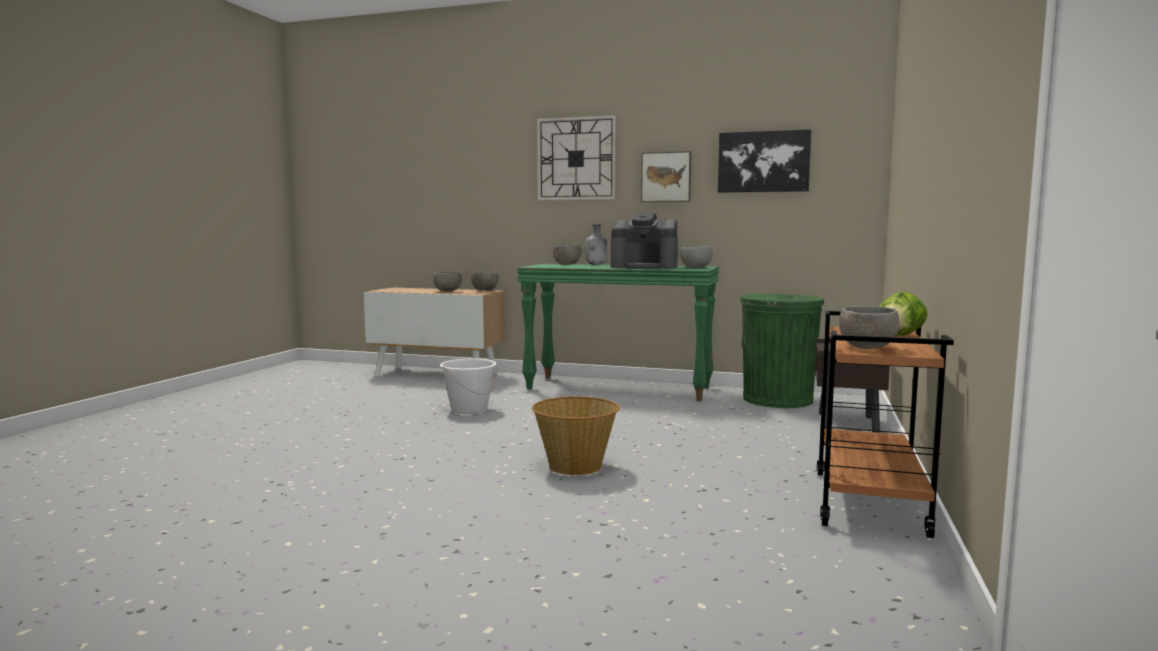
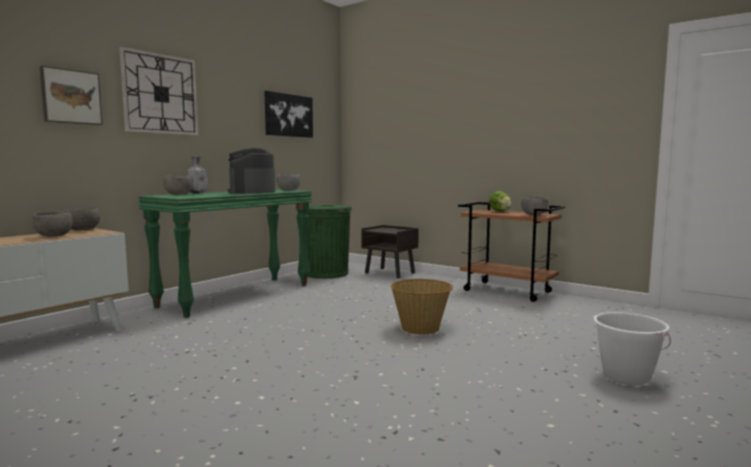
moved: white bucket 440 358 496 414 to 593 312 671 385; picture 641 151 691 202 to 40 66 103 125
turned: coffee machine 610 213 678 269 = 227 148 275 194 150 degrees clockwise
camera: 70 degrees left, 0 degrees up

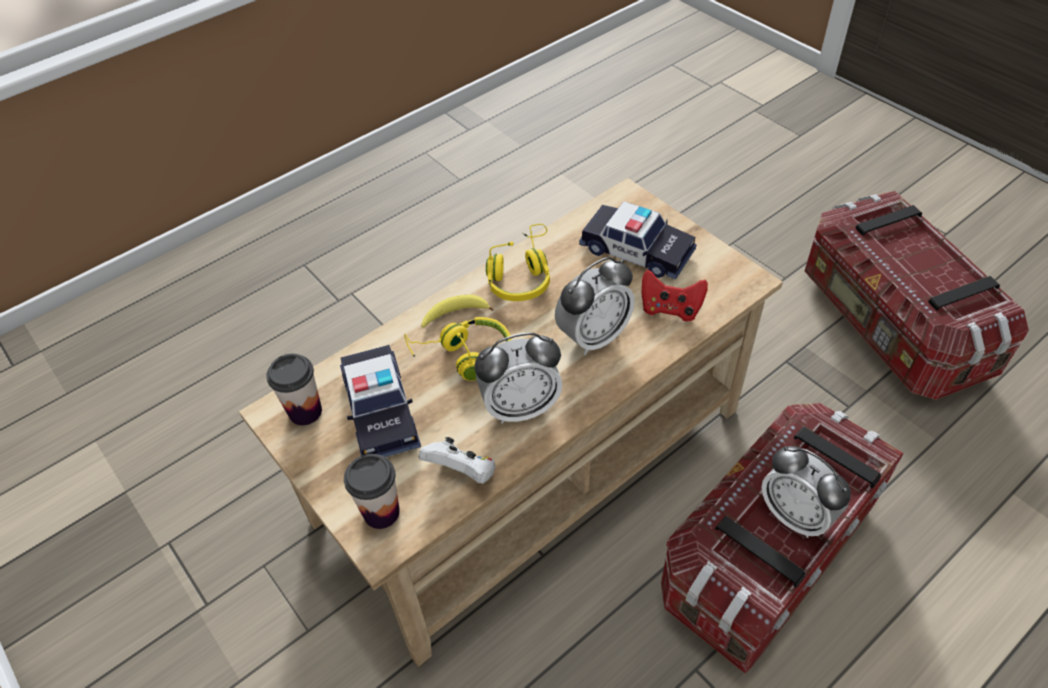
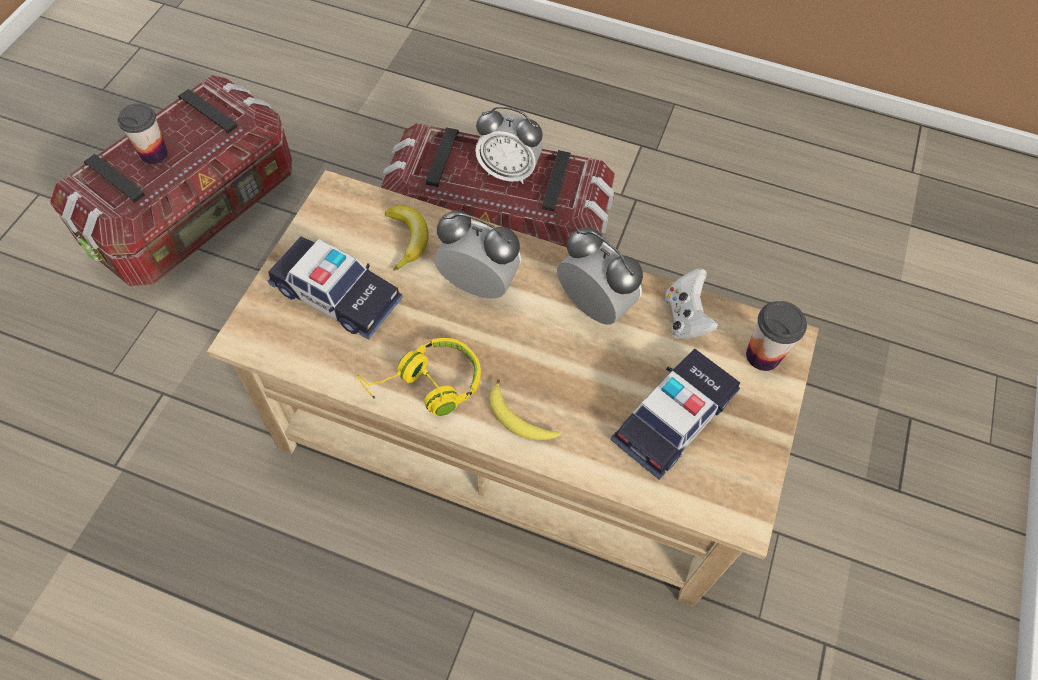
removed: yellow headphones 404 317 512 381
moved: cup 266 354 322 425 to 118 104 168 164
replaced: red game controller 642 270 708 322 to banana 385 205 429 271
turned: toy car 579 201 697 279 = 267 236 402 340 120 degrees clockwise; alarm clock 761 446 851 538 = 475 106 543 184 90 degrees clockwise
camera: 125 degrees left, 10 degrees up

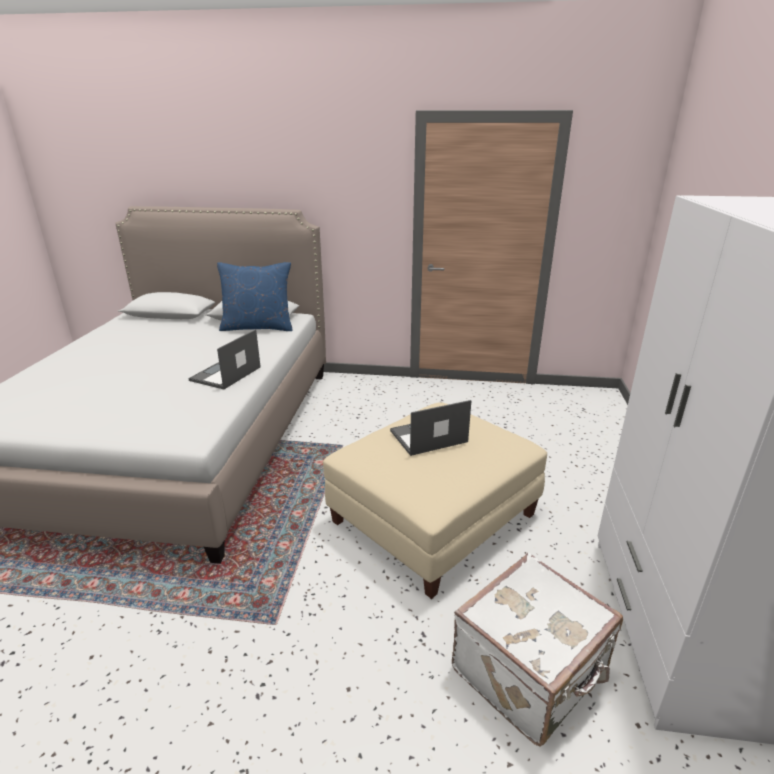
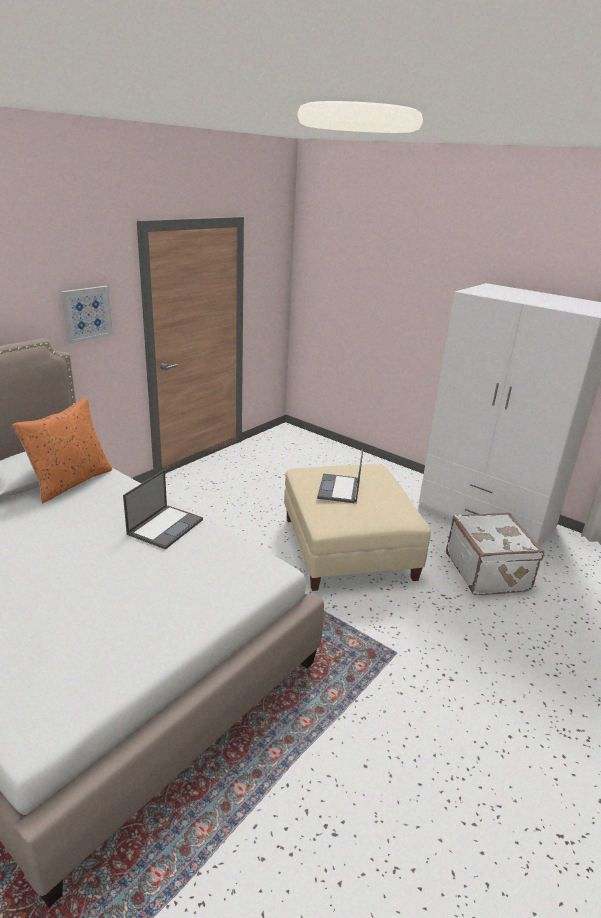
added: picture 61 286 113 344
recoloured: blue pillow 217 262 293 331 to orange pillow 12 398 112 504
turned: laptop 189 329 261 389 = 123 470 203 550 120 degrees counterclockwise
camera: 60 degrees left, 0 degrees up

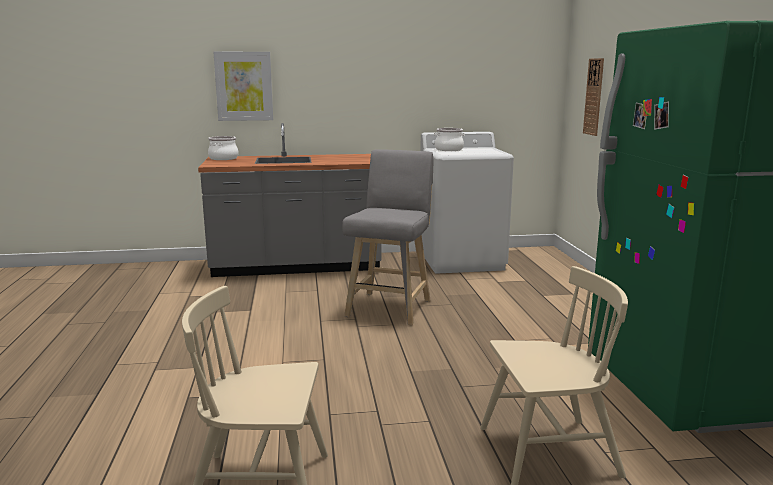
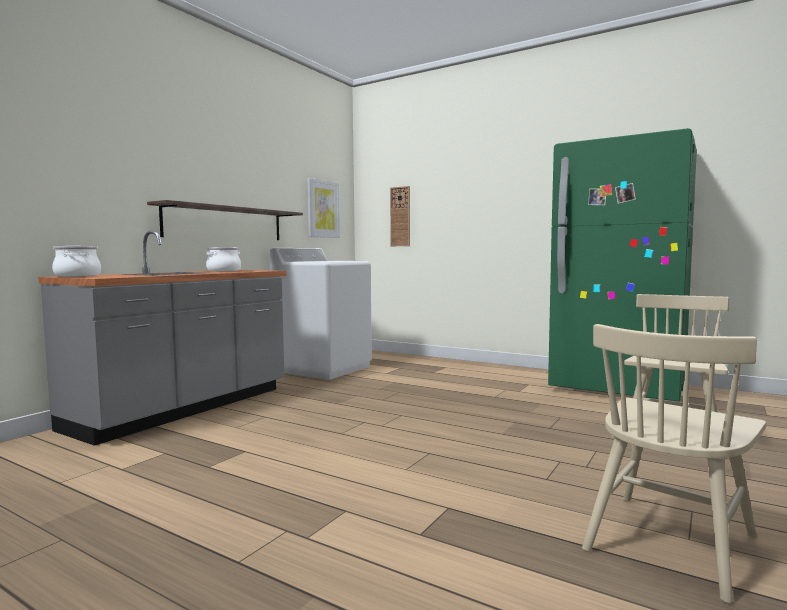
removed: grey stool 342 149 433 325
added: shelf 147 200 303 240
moved: picture 213 52 273 121 to 307 178 340 238; cooking pot 434 128 465 151 to 206 247 241 272
camera: 50 degrees left, 10 degrees down

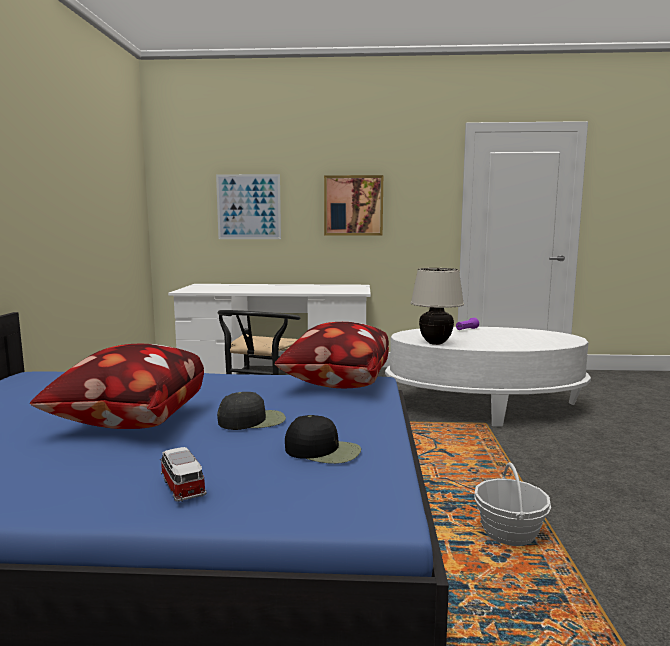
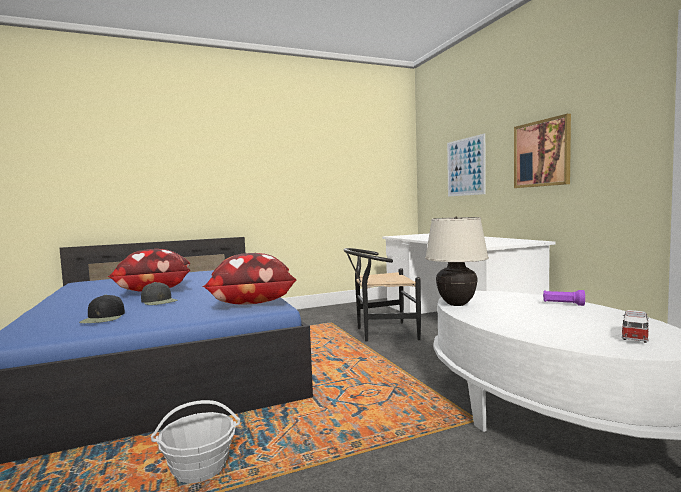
moved: toy car 160 447 207 502 to 622 310 649 343
camera: 65 degrees right, 5 degrees down

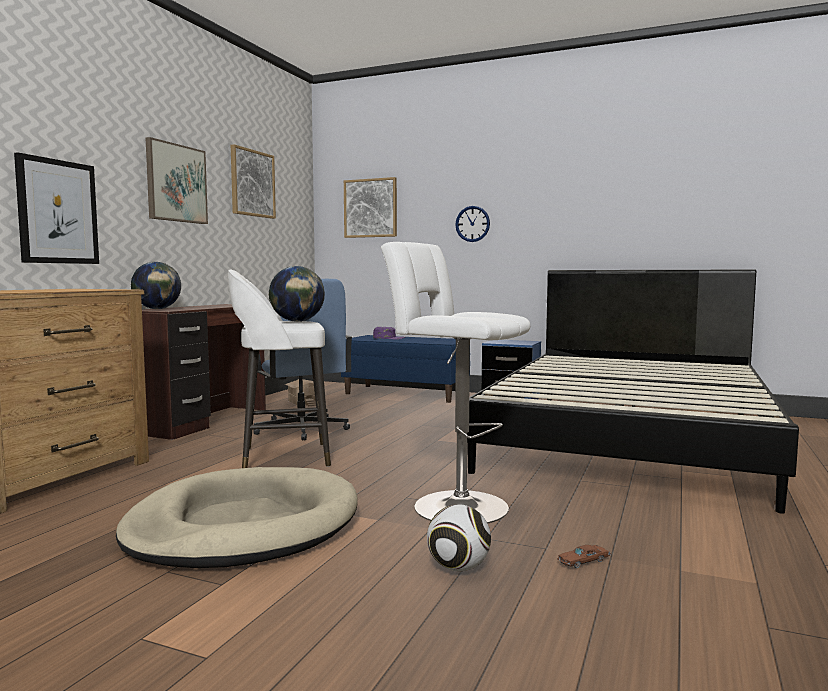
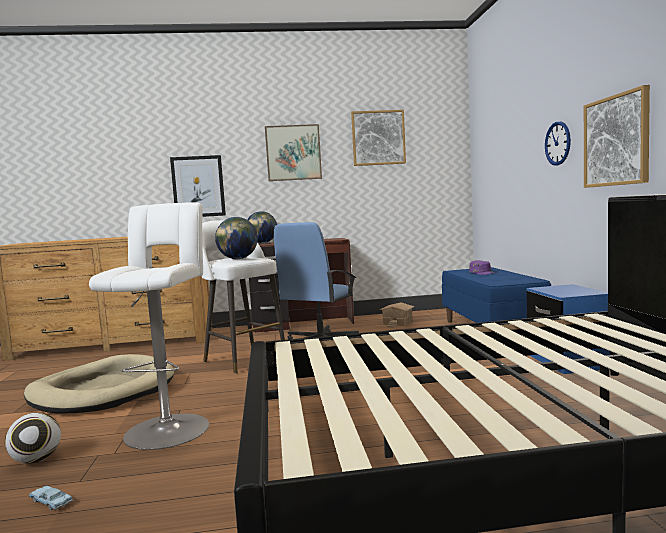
moved: picture 344 177 397 238 to 584 85 650 188
recoloured: brown toy car 557 545 611 568 to blue toy car 29 486 73 510
camera: 60 degrees right, 0 degrees up

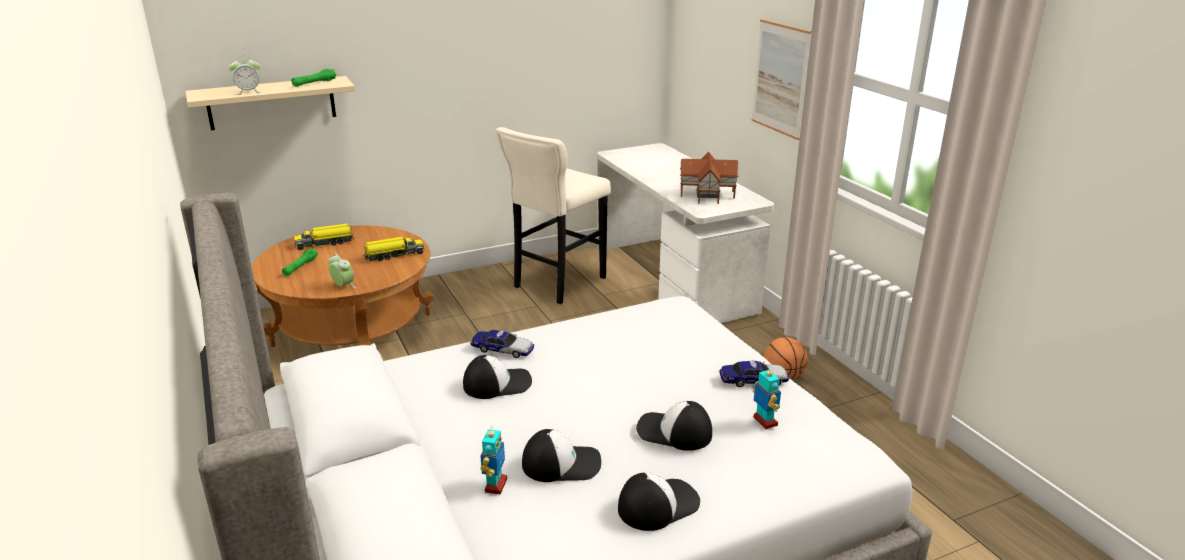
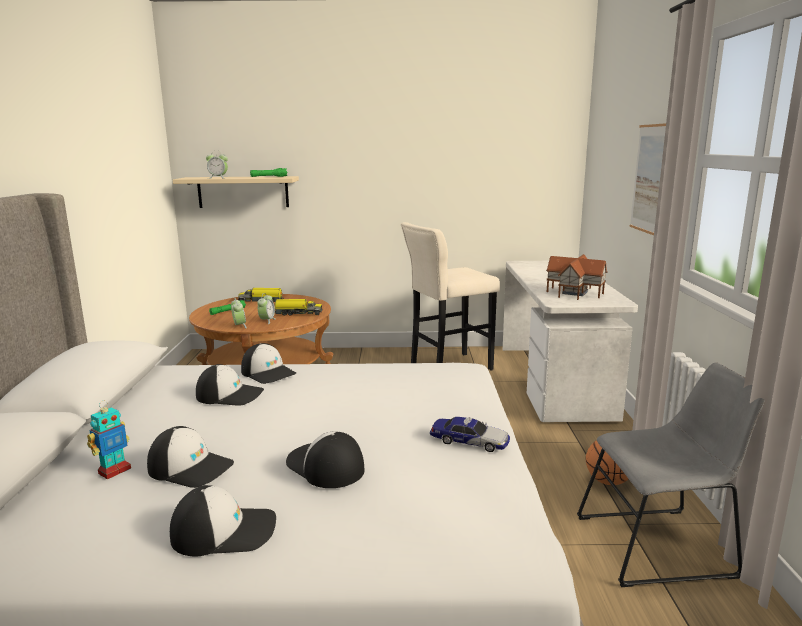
removed: toy robot 753 365 781 429
added: alarm clock 257 293 276 324; grey chair 577 362 765 587
replaced: toy car 470 330 534 358 to cap 241 343 296 384
camera: 25 degrees right, 10 degrees down

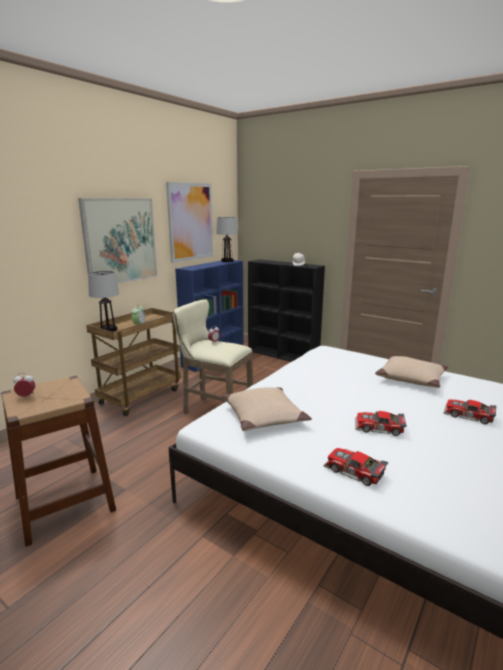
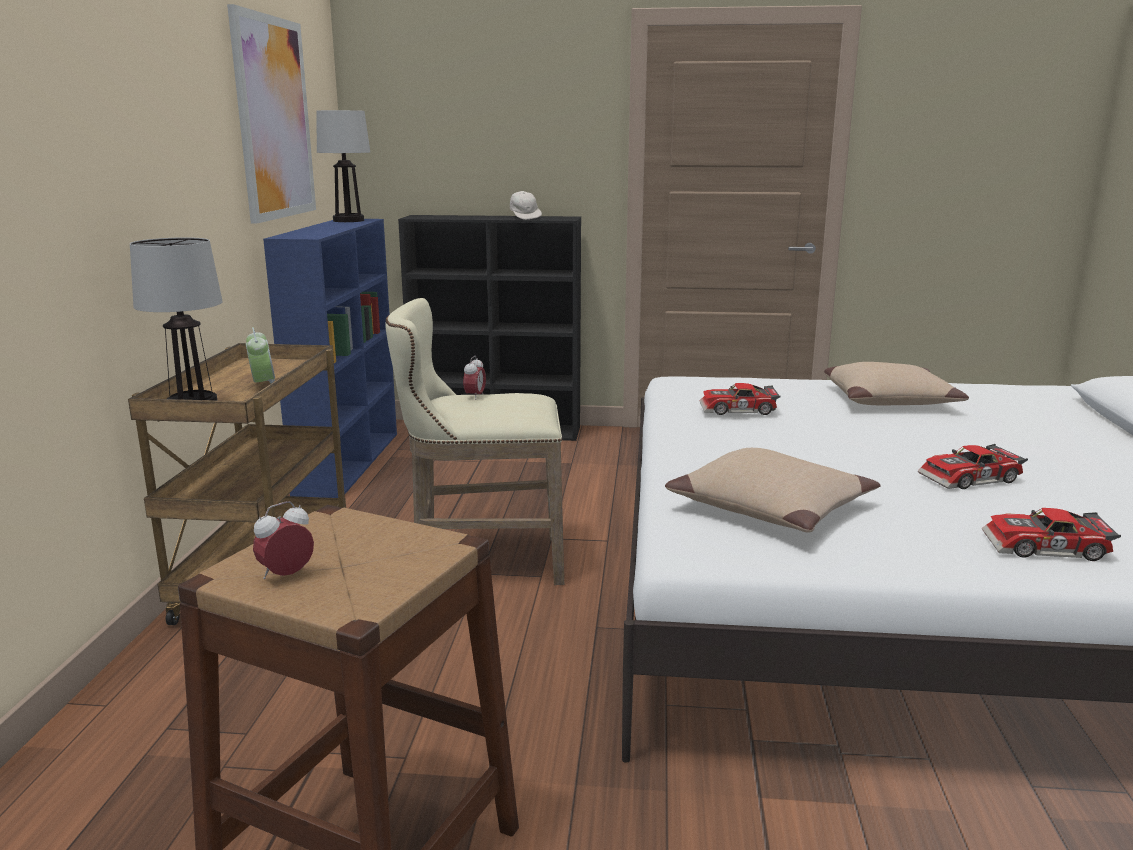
removed: picture 78 198 157 284
moved: toy car 444 399 496 424 to 699 383 781 415
camera: 30 degrees left, 0 degrees up

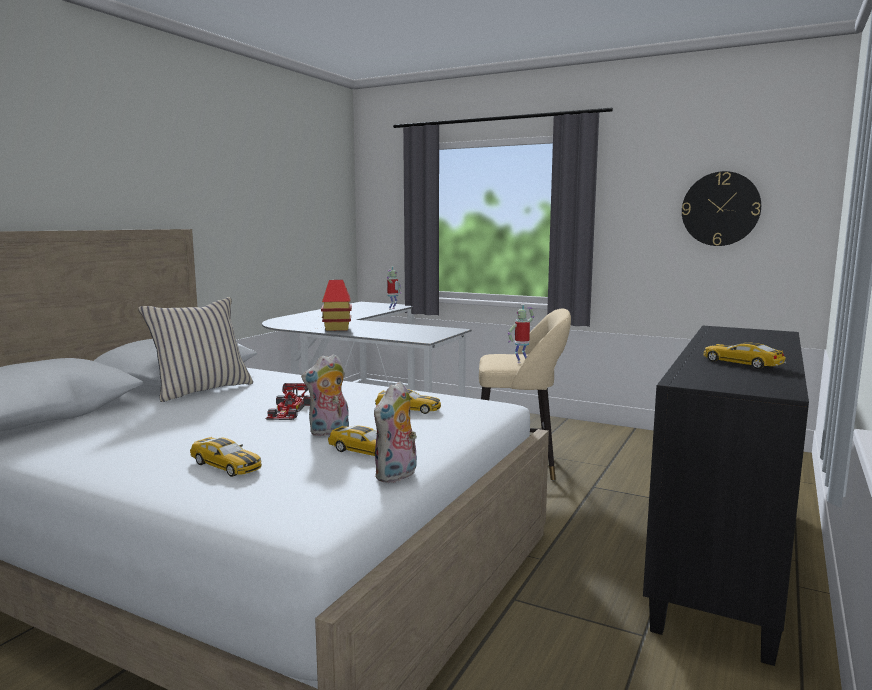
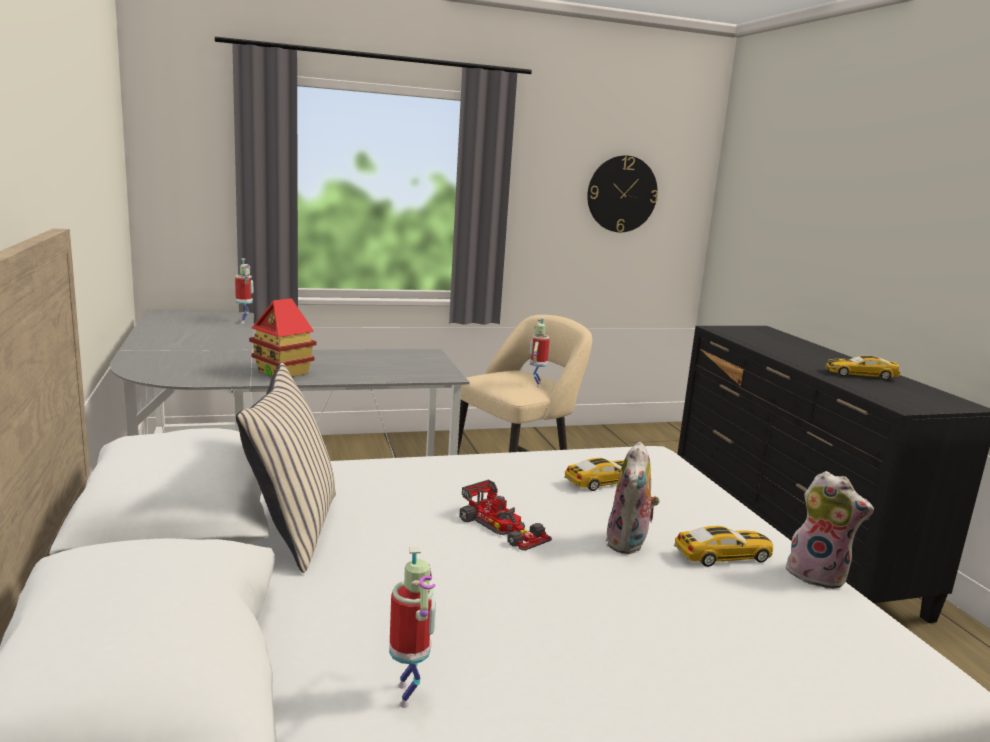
removed: toy car 190 437 261 477
added: toy robot 389 547 436 708
turned: plush toy 374 381 417 483 = 780 471 874 590 45 degrees counterclockwise
camera: 45 degrees left, 5 degrees up

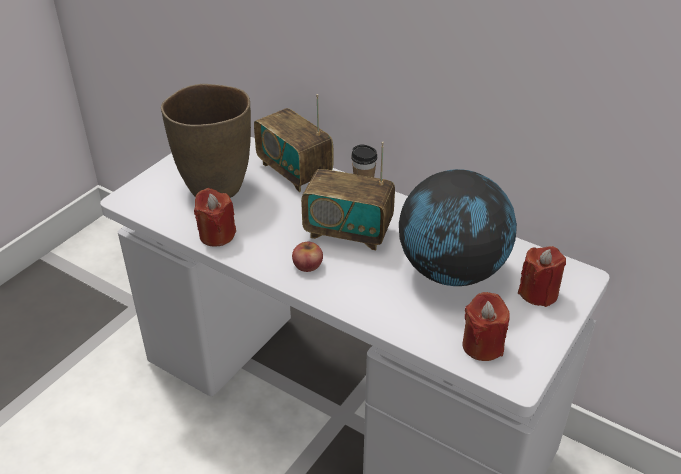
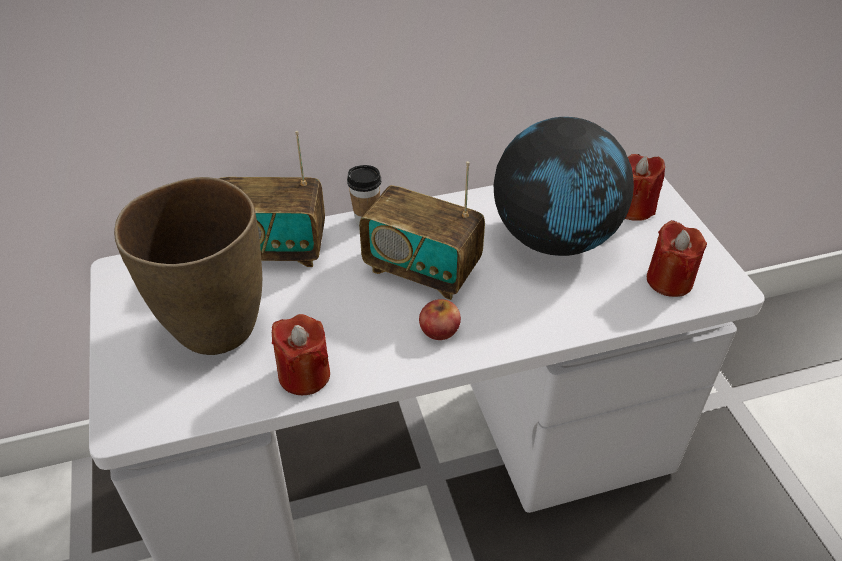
turned: radio 301 142 395 250 = 359 161 485 300 60 degrees clockwise
camera: 50 degrees left, 5 degrees up

